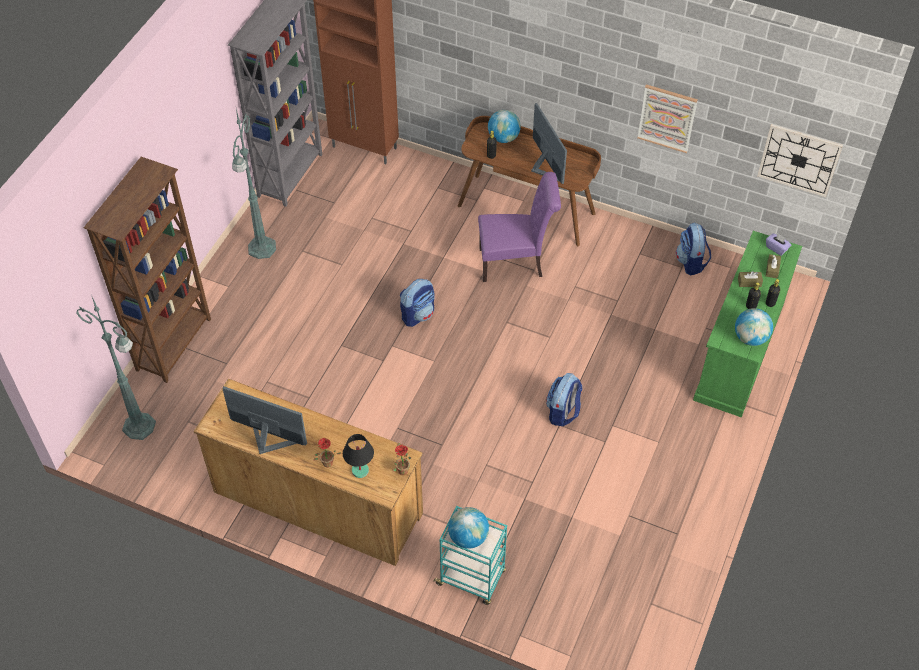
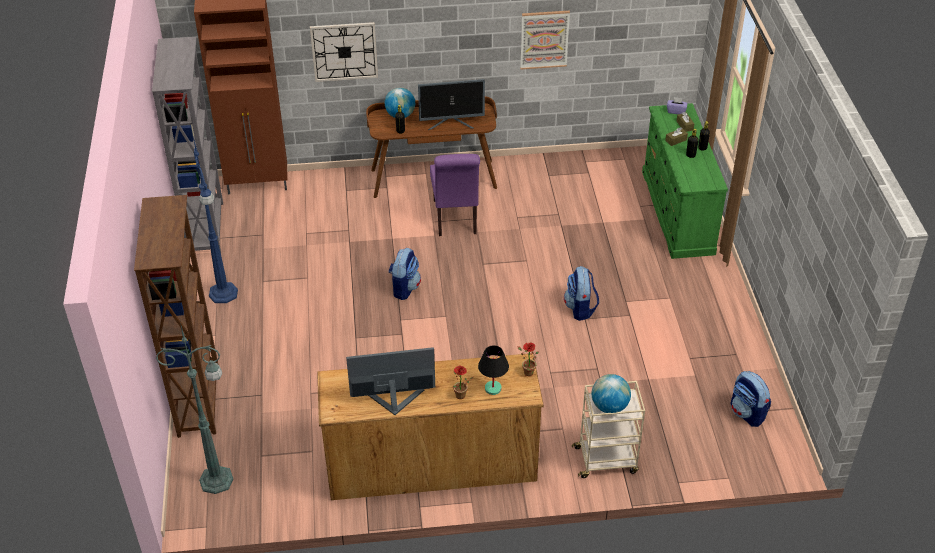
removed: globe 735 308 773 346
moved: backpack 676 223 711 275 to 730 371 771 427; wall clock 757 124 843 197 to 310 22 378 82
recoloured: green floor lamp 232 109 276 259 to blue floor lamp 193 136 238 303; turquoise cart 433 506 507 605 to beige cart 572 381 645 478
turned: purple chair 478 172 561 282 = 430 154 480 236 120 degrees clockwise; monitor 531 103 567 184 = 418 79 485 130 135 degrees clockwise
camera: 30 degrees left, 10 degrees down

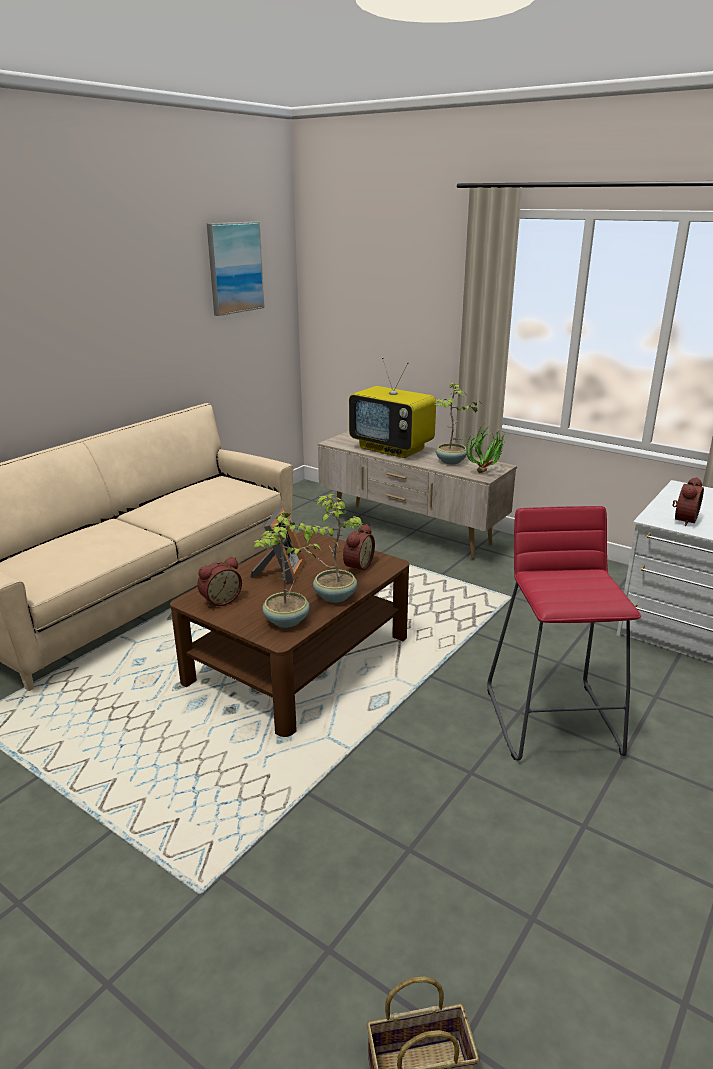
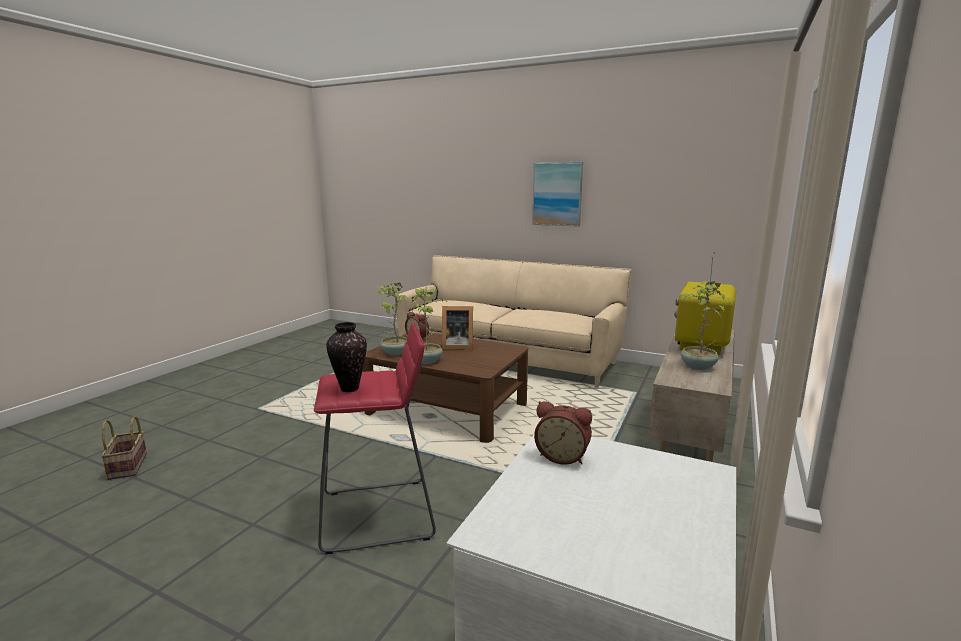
removed: alarm clock 343 524 375 574; potted plant 466 425 506 473
added: vase 326 322 367 392
moved: picture 207 221 265 316 to 532 162 583 226
camera: 80 degrees right, 10 degrees down

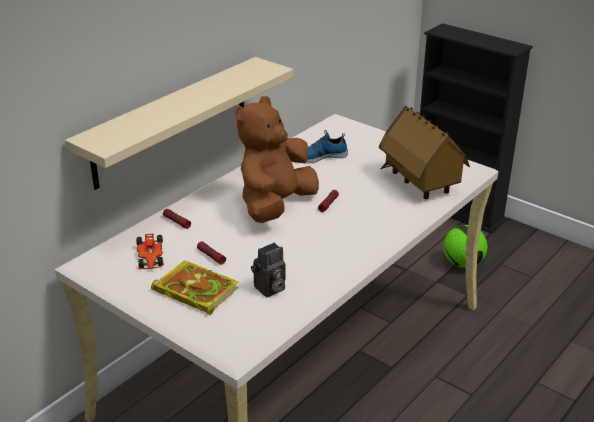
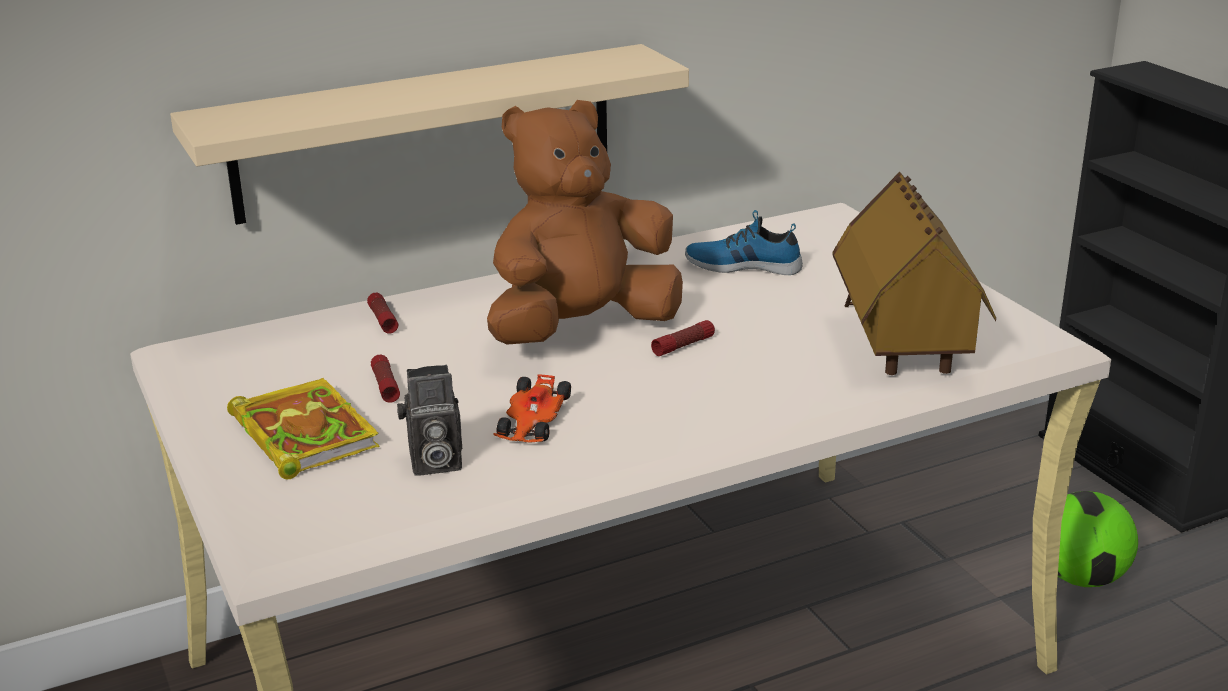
moved: toy car 136 234 164 269 to 493 374 571 442
camera: 25 degrees right, 5 degrees down

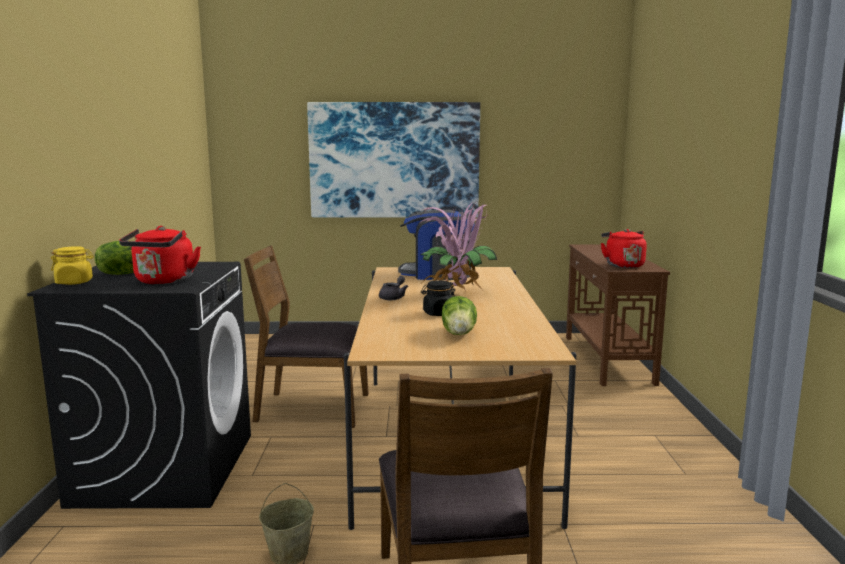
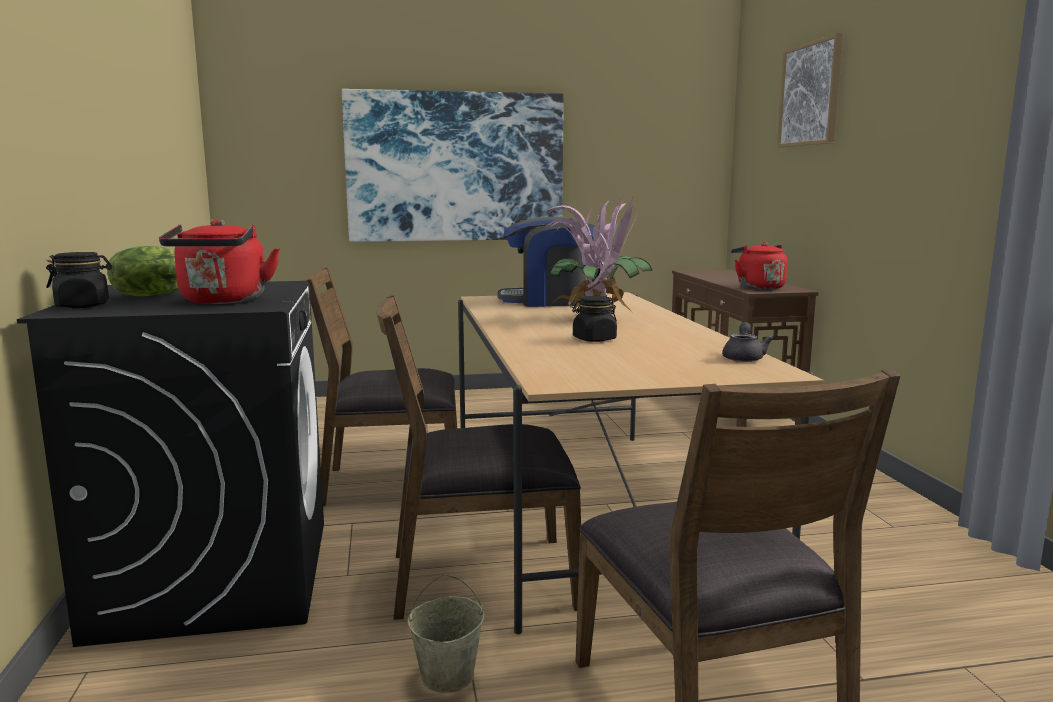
removed: lettuce 442 296 477 335
added: brown chair 376 295 581 620; picture 777 33 843 147
moved: grey teapot 379 276 408 300 to 722 322 774 362
recoloured: yellow jar 51 246 94 285 to black jar 46 252 112 308
camera: 10 degrees left, 0 degrees up

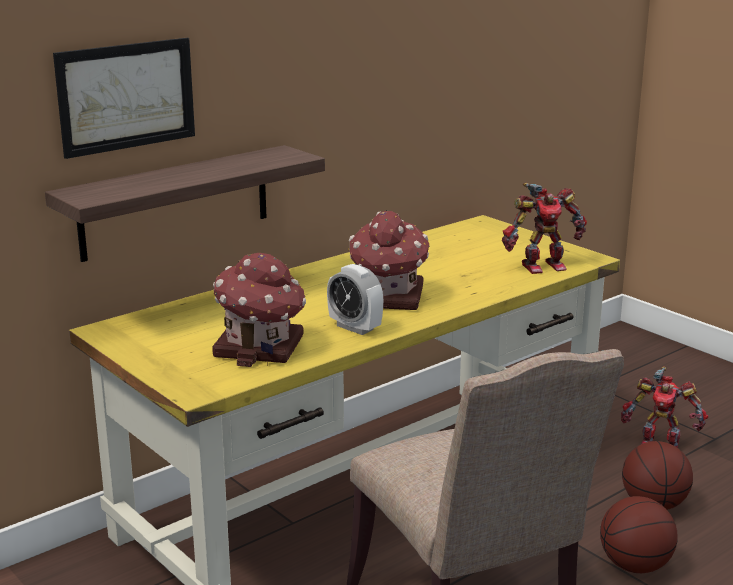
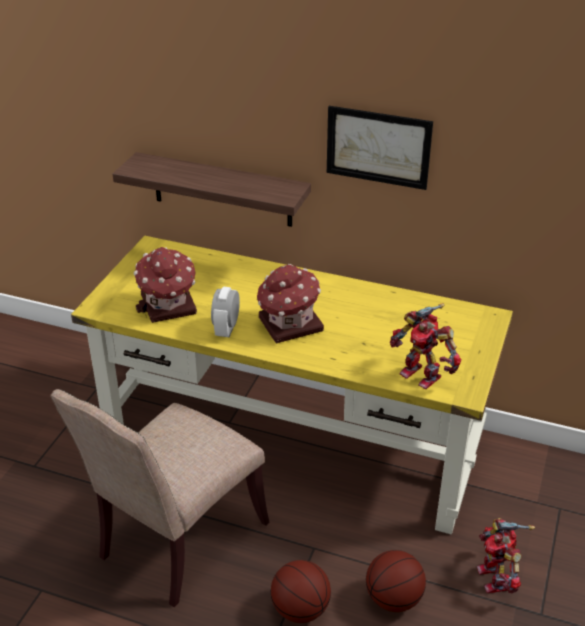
moved: picture 53 38 195 159 to 327 106 433 190
camera: 60 degrees right, 15 degrees up

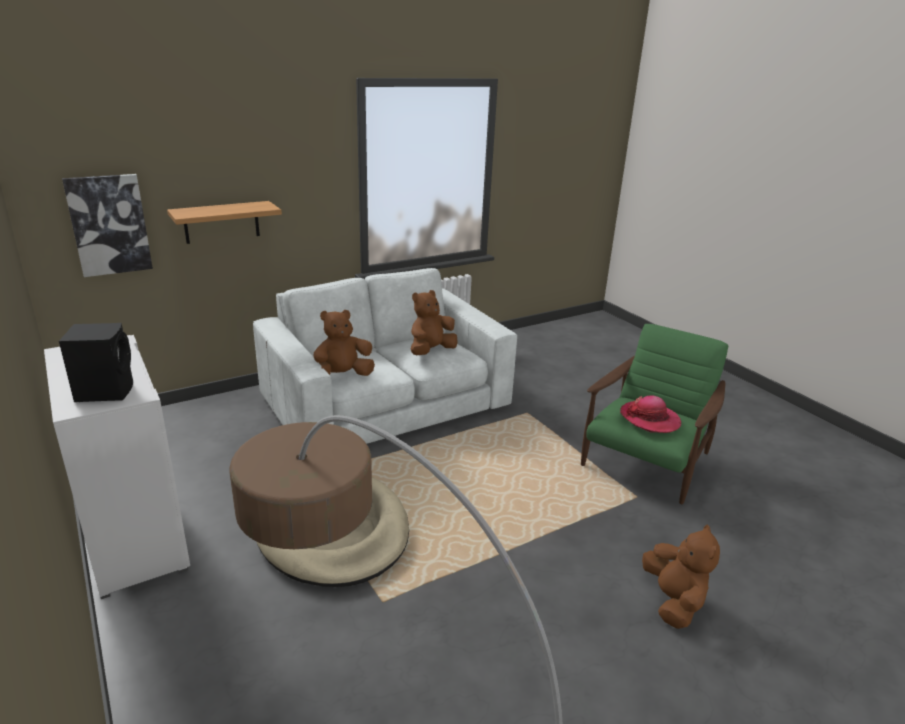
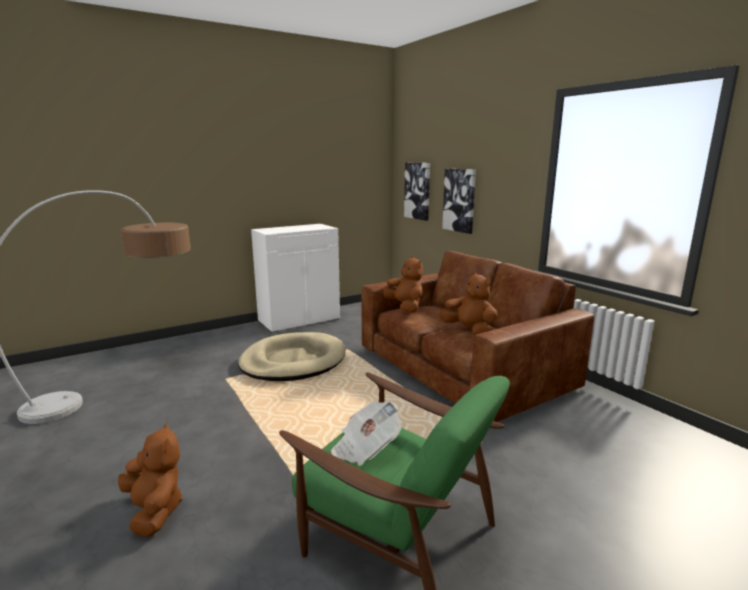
removed: black speaker 59 323 133 402
replaced: shelf 167 201 282 244 to picture 442 169 476 234; hat 620 395 681 433 to newspaper 331 401 402 466
recoloured: white sofa 253 268 517 444 to brown sofa 362 251 594 422
turned: brown plush toy 642 524 720 629 = 118 423 183 537 120 degrees counterclockwise
camera: 90 degrees right, 10 degrees down

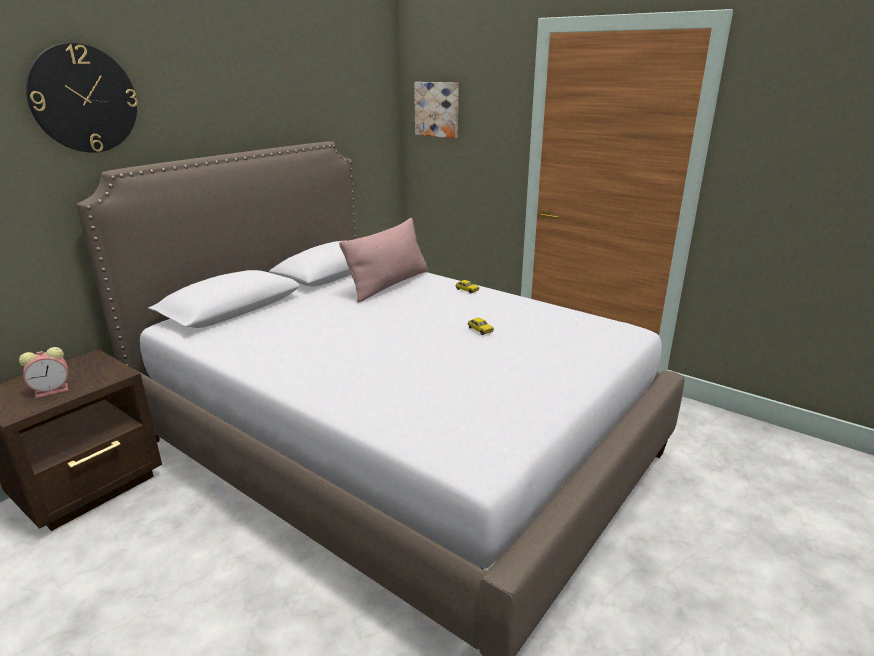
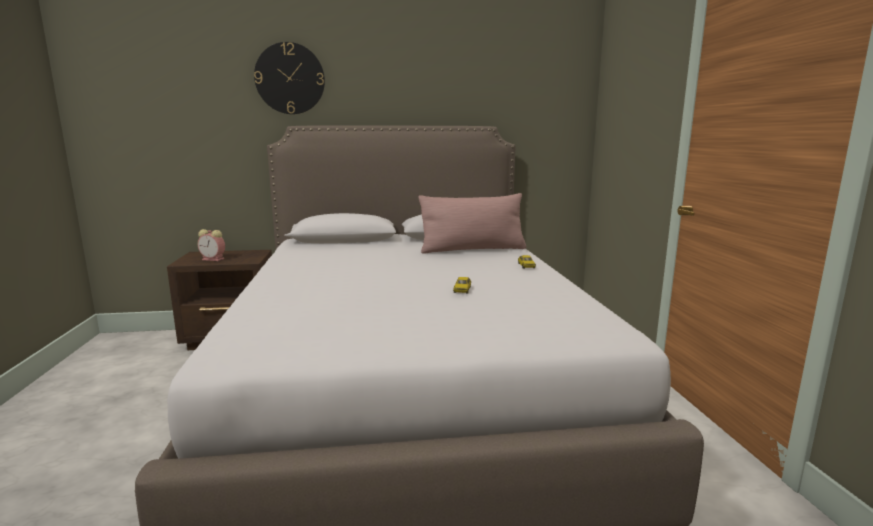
removed: picture 414 82 459 138
camera: 45 degrees right, 10 degrees down

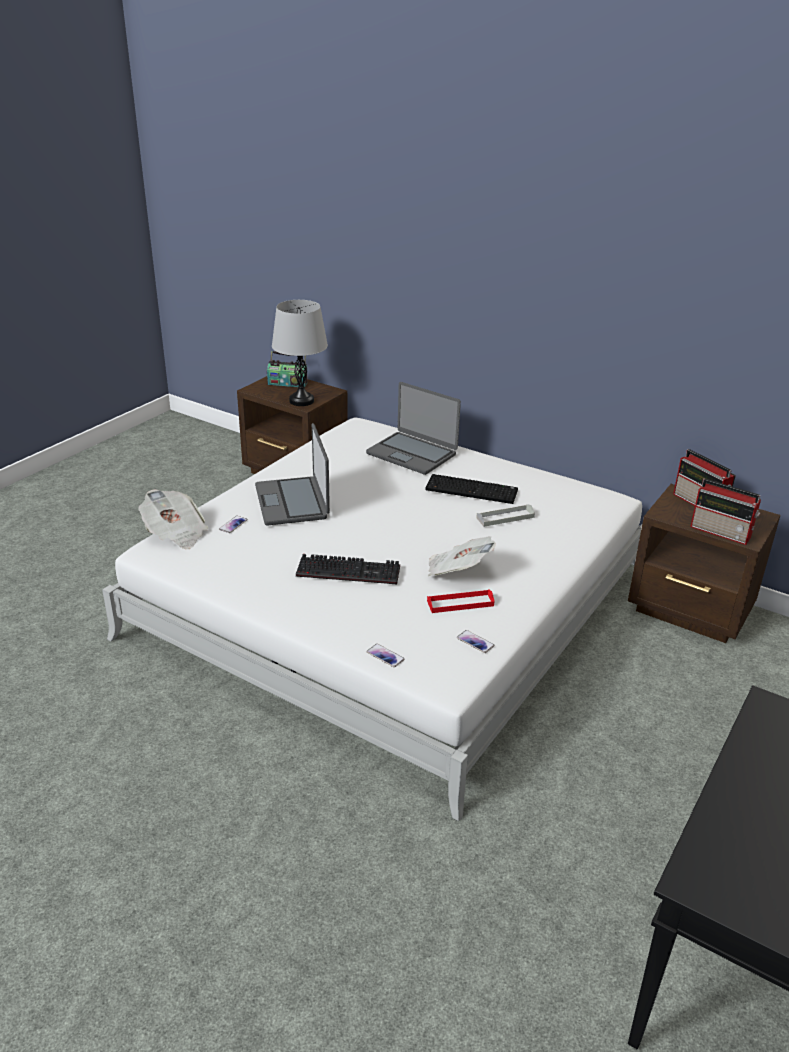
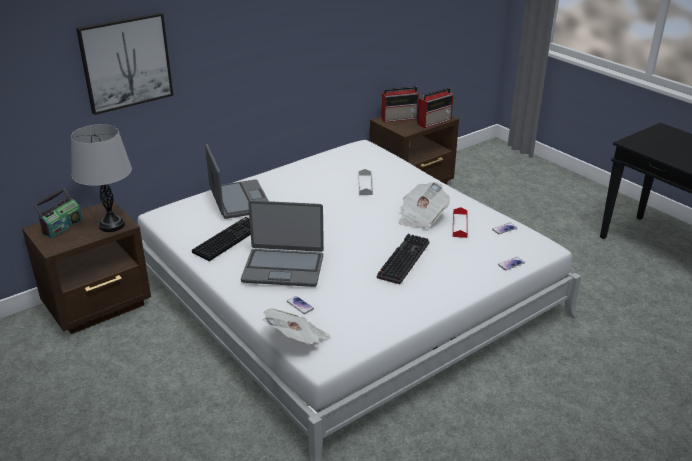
added: picture 76 12 173 115
moved: keyboard 426 474 518 504 to 192 217 251 261
turned: laptop 366 382 461 475 = 205 144 269 219 75 degrees counterclockwise
camera: 70 degrees left, 0 degrees up

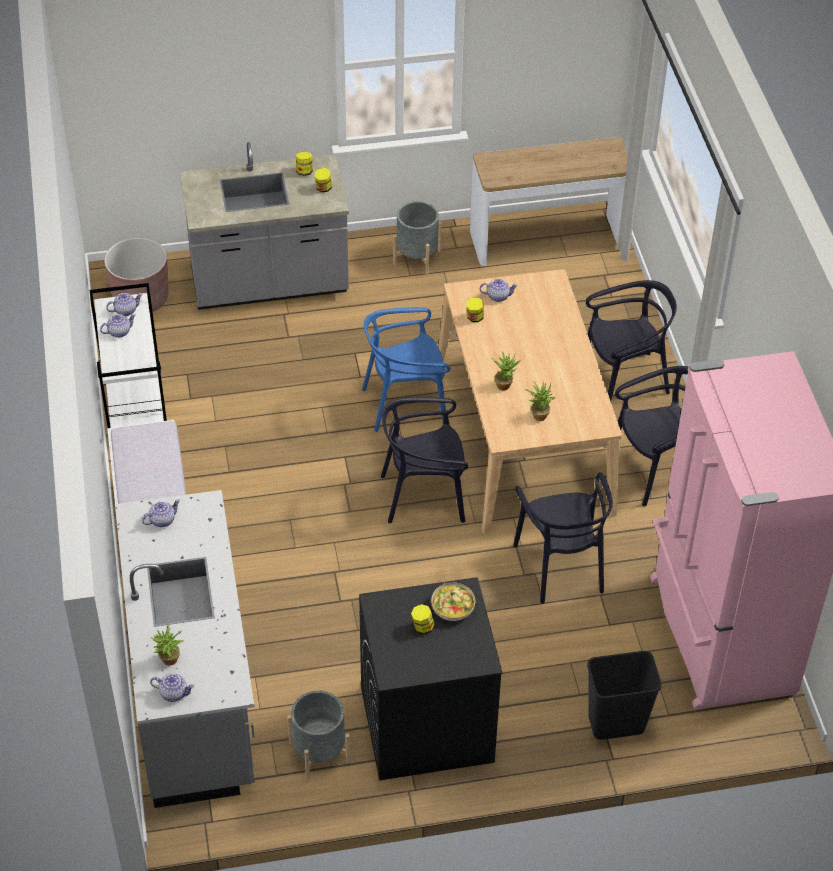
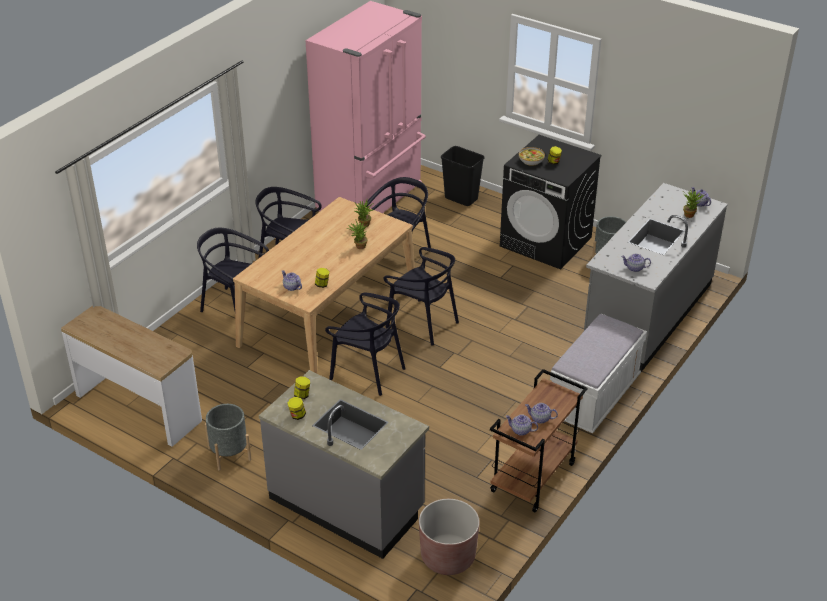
recoloured: white cart 90 283 167 428 to brown cart 490 369 588 512; blue chair 362 307 451 432 to black chair 325 293 405 396
camera: 135 degrees left, 10 degrees down

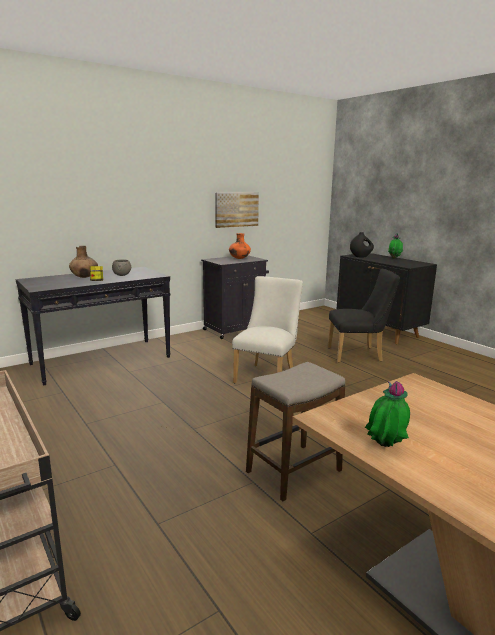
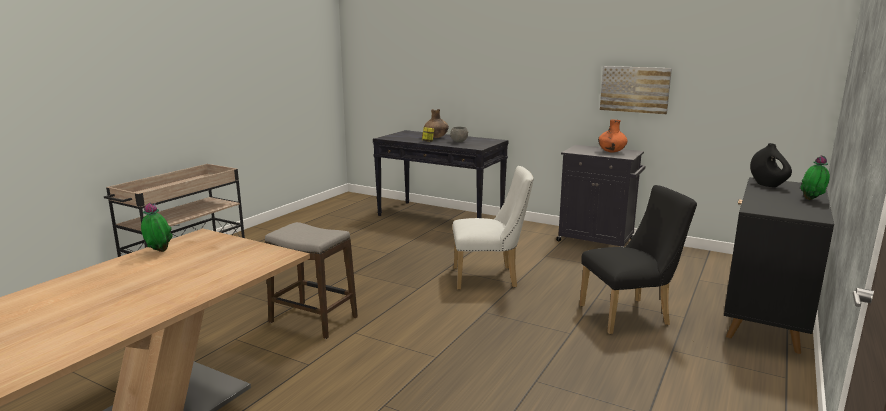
turned: black chair 328 269 400 363 = 579 185 697 334 75 degrees counterclockwise
camera: 65 degrees right, 0 degrees up

